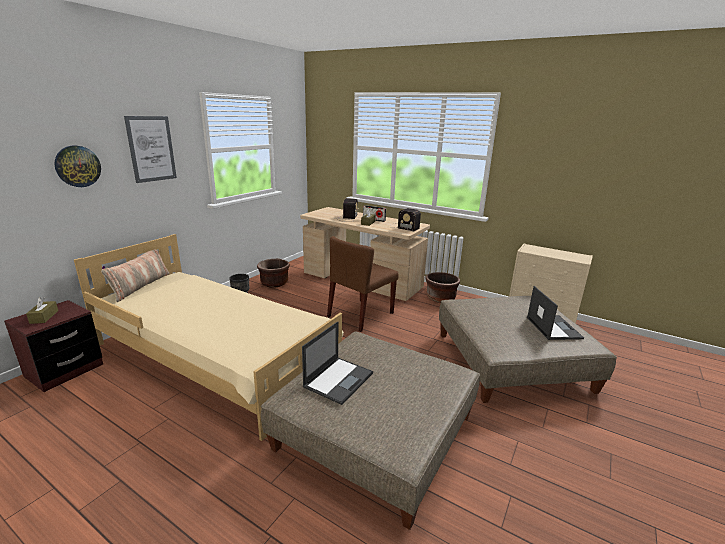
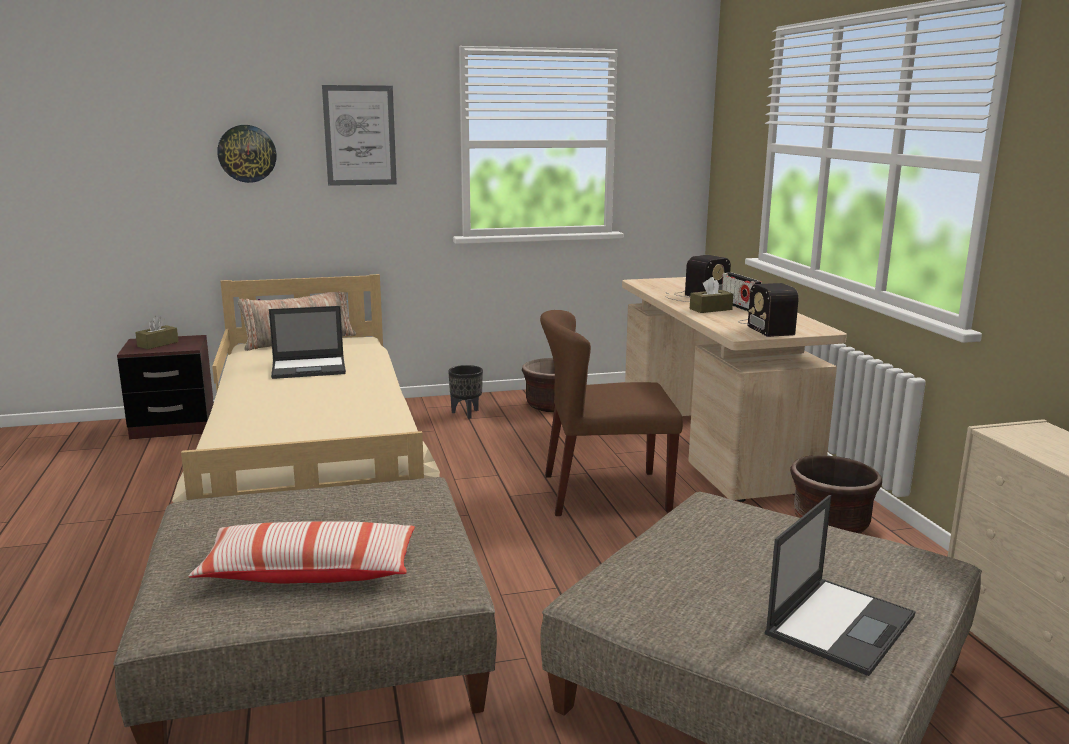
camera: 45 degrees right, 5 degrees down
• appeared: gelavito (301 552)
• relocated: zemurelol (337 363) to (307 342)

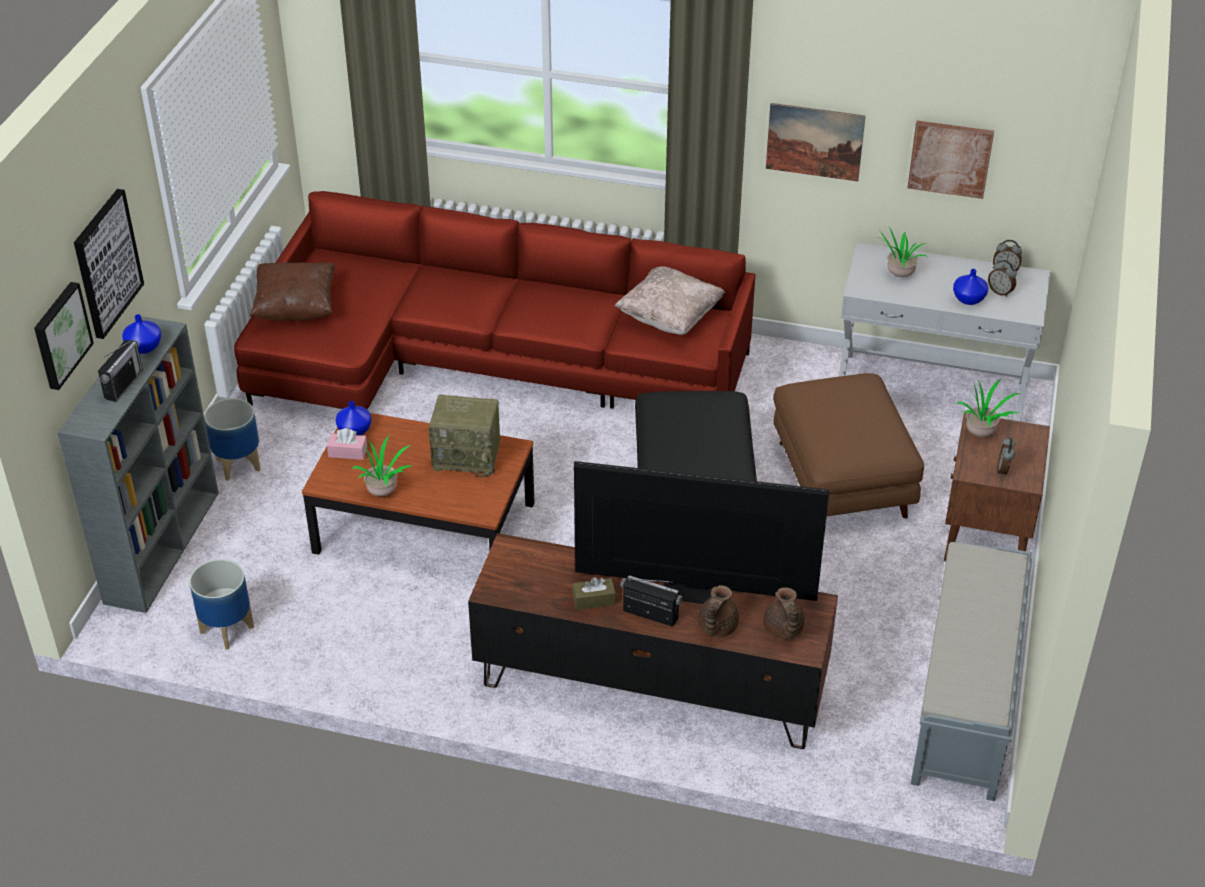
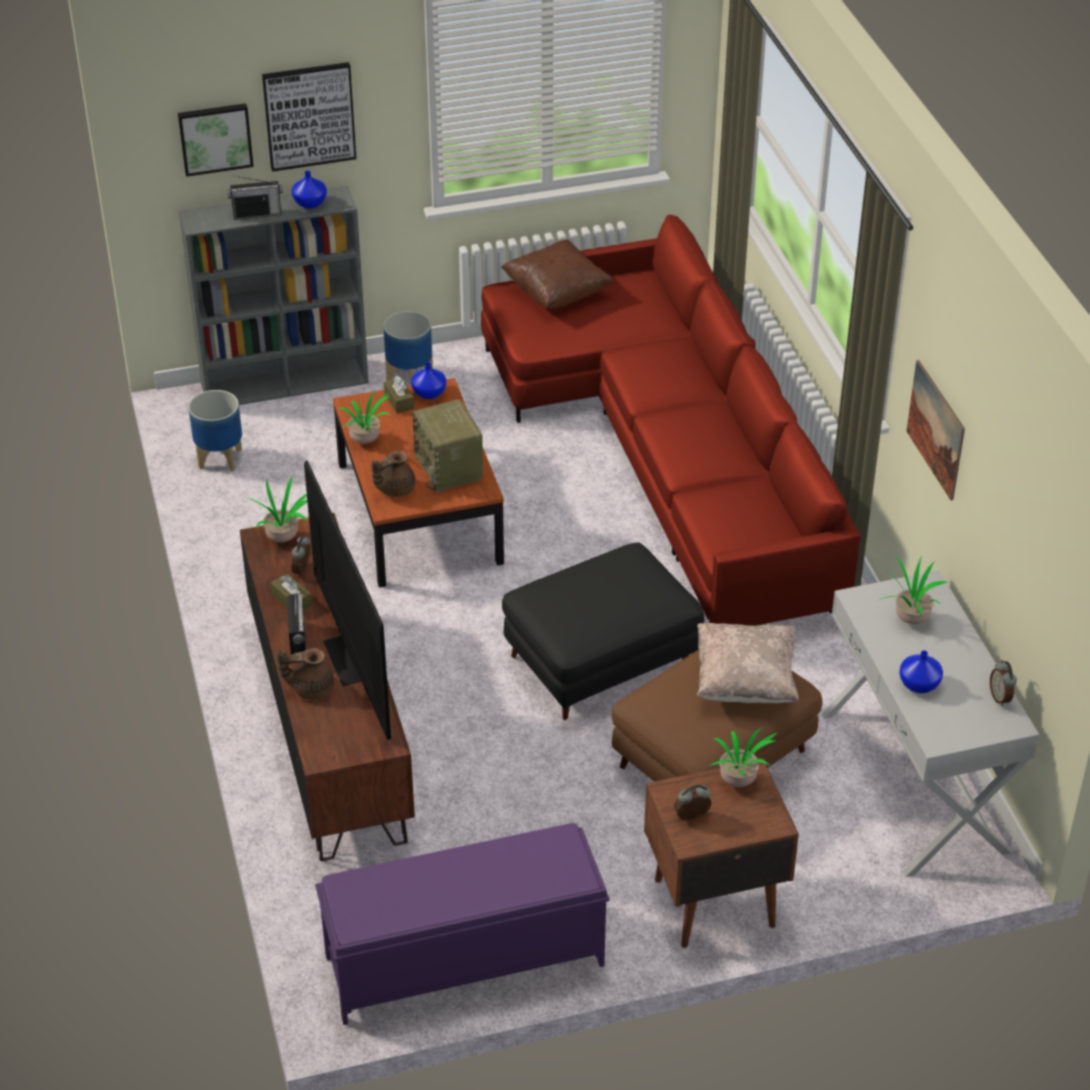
camera: 60 degrees right, 0 degrees up
• missing: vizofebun (950 160)
• appeared: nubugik (276 509)
• relocated: beige gelavito (669 301) to (748 663)
• relocated: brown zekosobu (783 613) to (393 473)
• relocated: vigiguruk (1002 278) to (301 556)
• colour: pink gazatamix (347 444) to brown gazatamix (399 394)
• colour: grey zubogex (971 671) to purple zubogex (462 924)

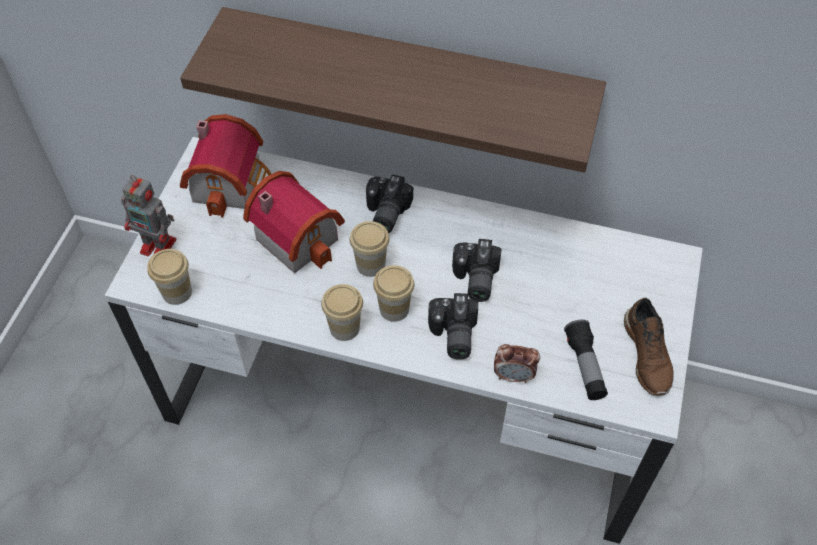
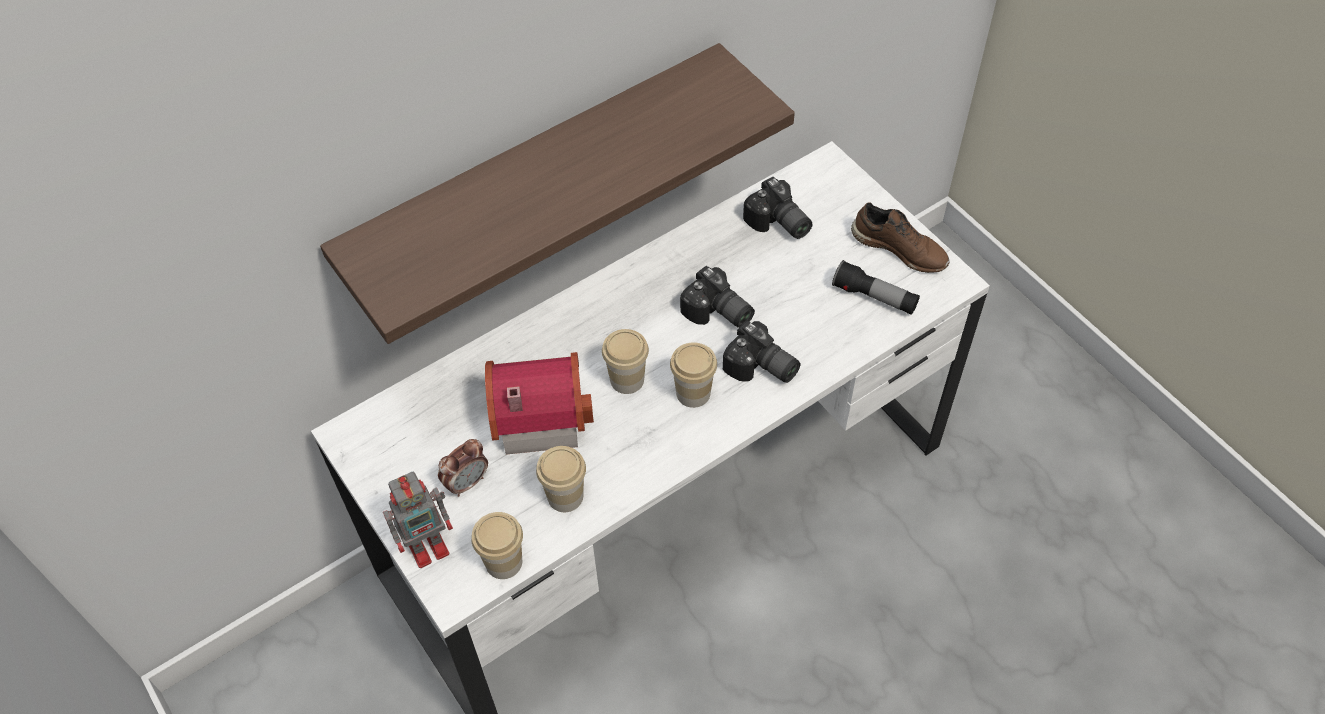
camera: 50 degrees left, 0 degrees up
• missing: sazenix (225 166)
• relocated: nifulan (342 312) to (561 479)
• relocated: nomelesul (389 203) to (778 208)
• relocated: vigiguruk (517 363) to (463 468)

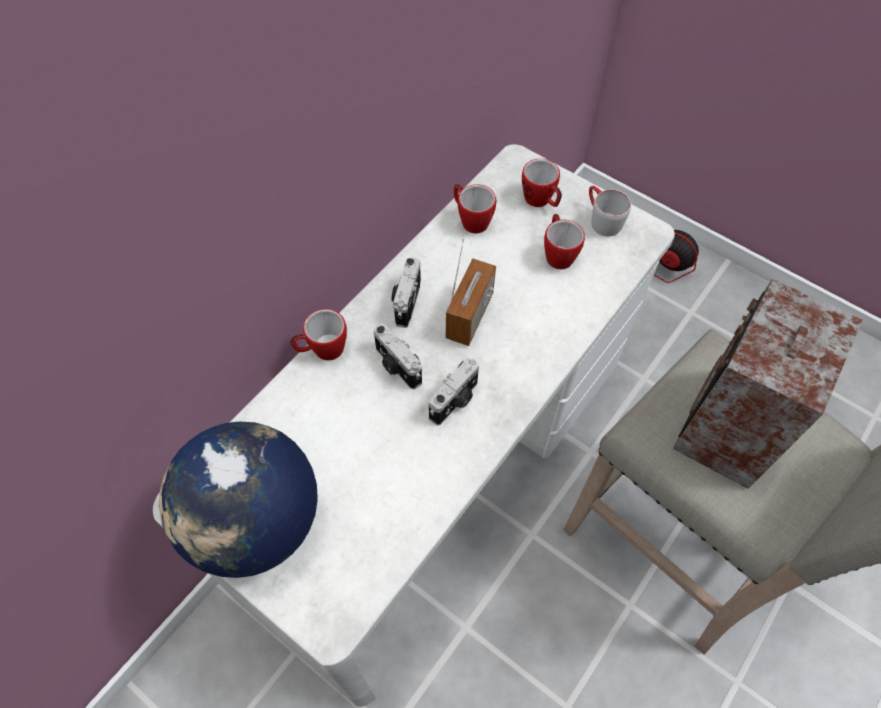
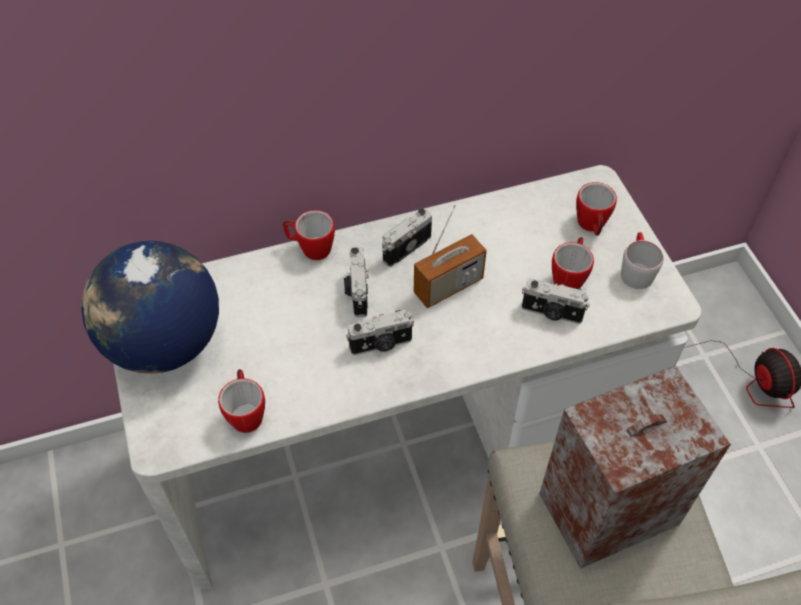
camera: 35 degrees right, 5 degrees down
• appeared: nomelesul (556 301)
• relocated: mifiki (475 209) to (241 401)

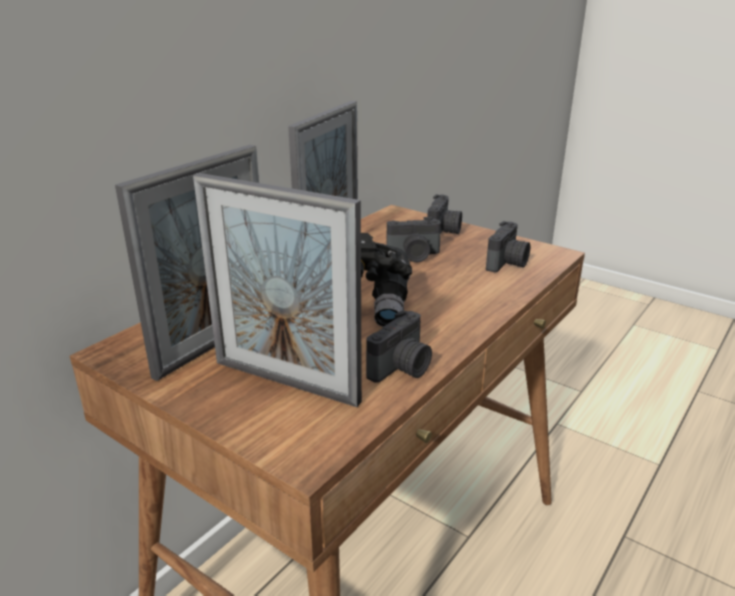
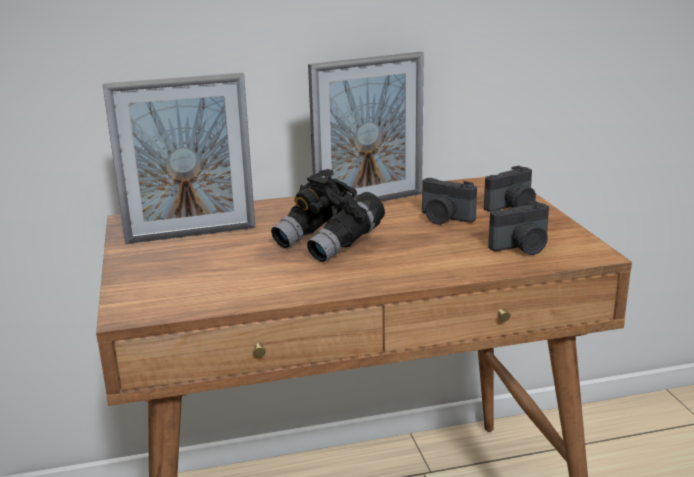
camera: 40 degrees right, 5 degrees down
• missing: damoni (277 290)
• missing: nomelesul (399 346)

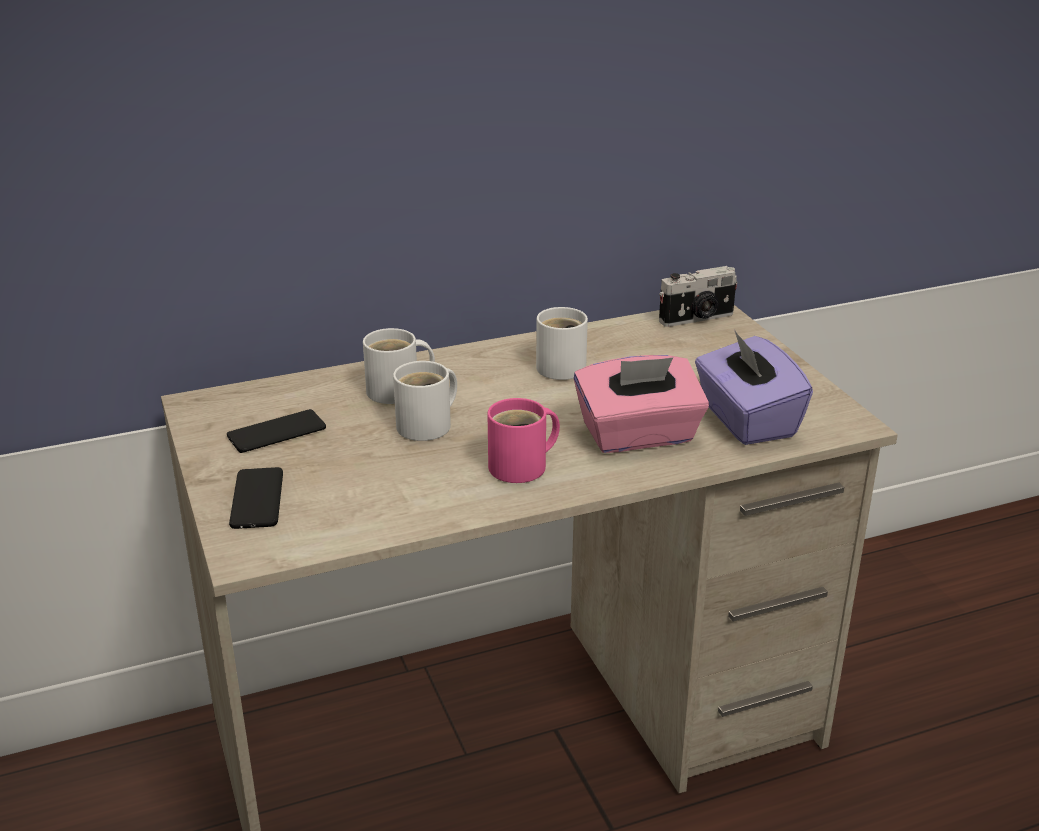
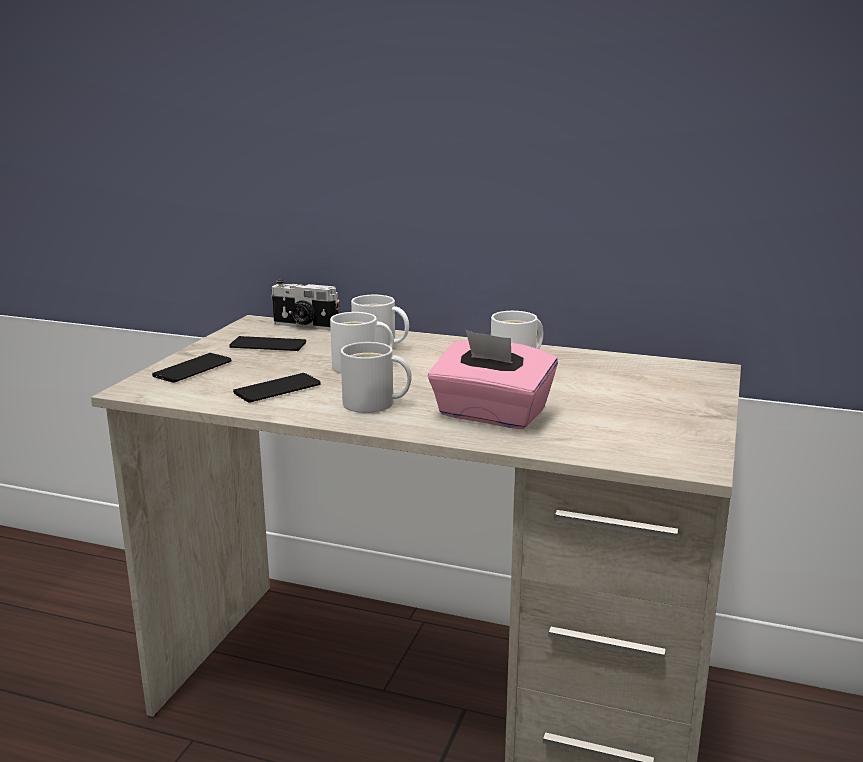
camera: 40 degrees right, 10 degrees down
• missing: purple gazatamix (754 387)
• appeared: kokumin (277 388)
• relocated: nomelesul (698 296) to (305 305)
• colour: pink mifiki (523 440) to white mifiki (376 377)

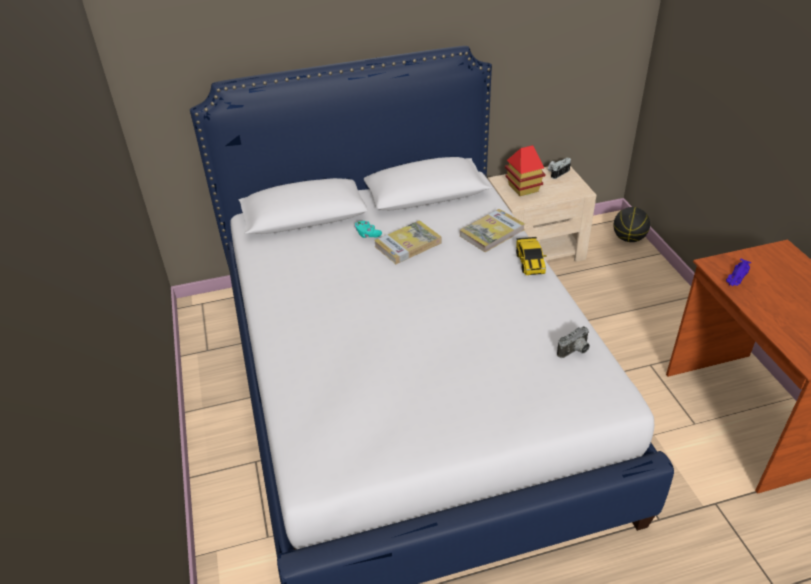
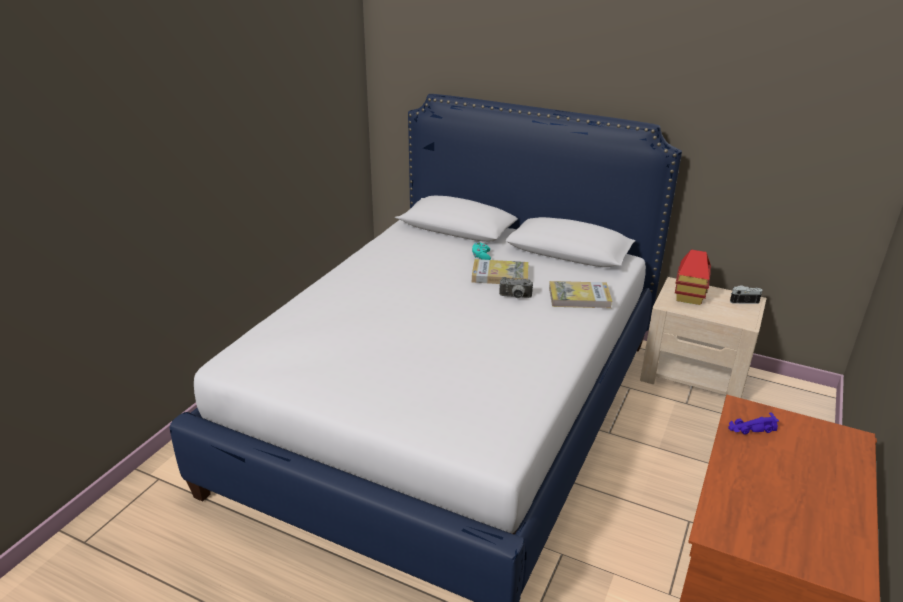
camera: 40 degrees right, 10 degrees down
• missing: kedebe (531 256)
• missing: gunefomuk (631 224)
• relocated: nomelesul (573 342) to (516 287)

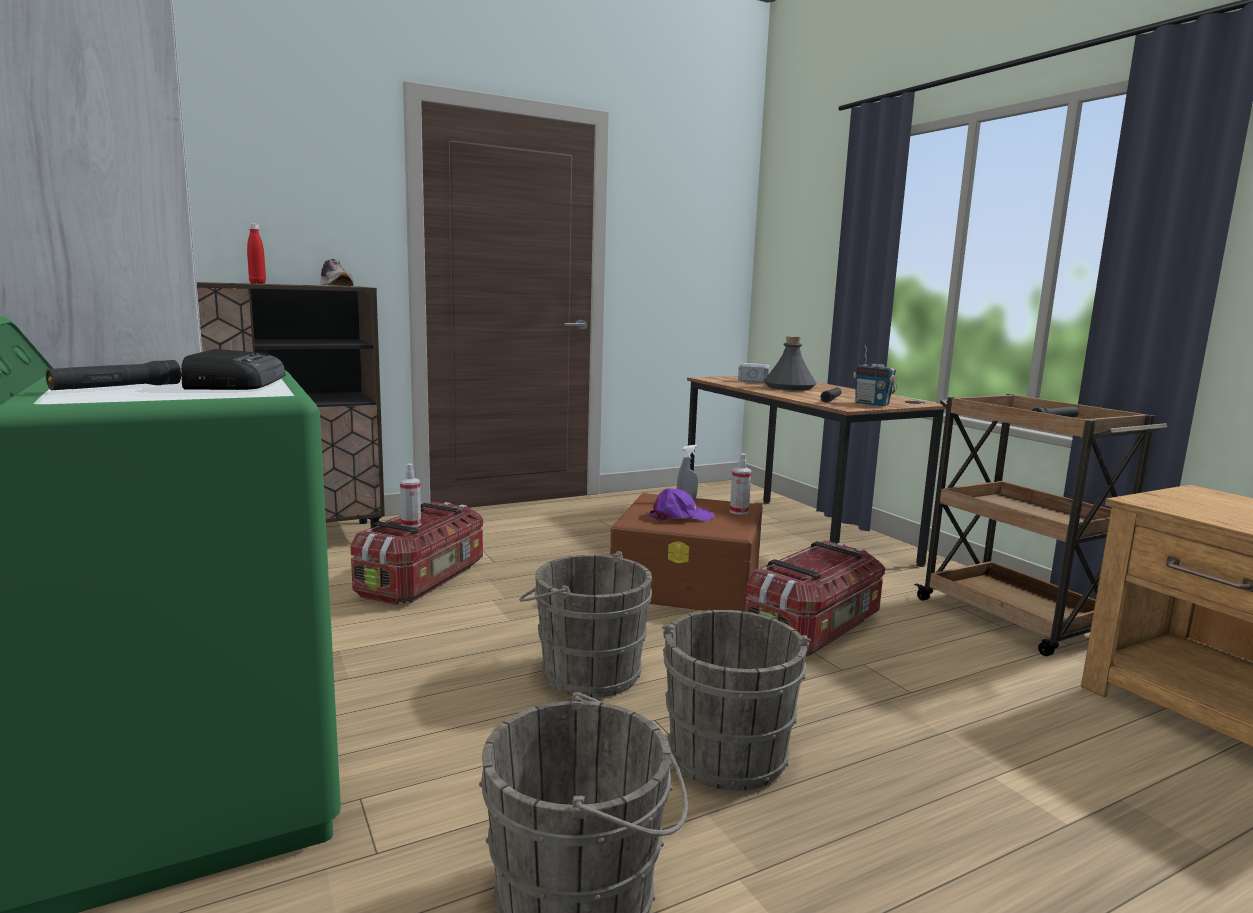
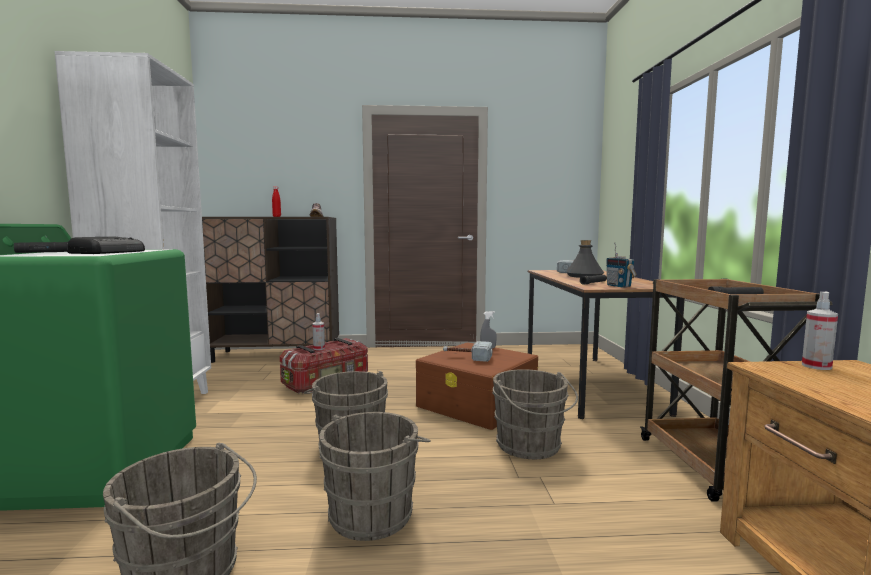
camera: 25 degrees right, 5 degrees down
• relocated: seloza (741 484) to (820 331)
• exchanged: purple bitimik (681 504) to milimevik (467 351)
• exchanged: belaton (815 598) to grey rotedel (535 414)

